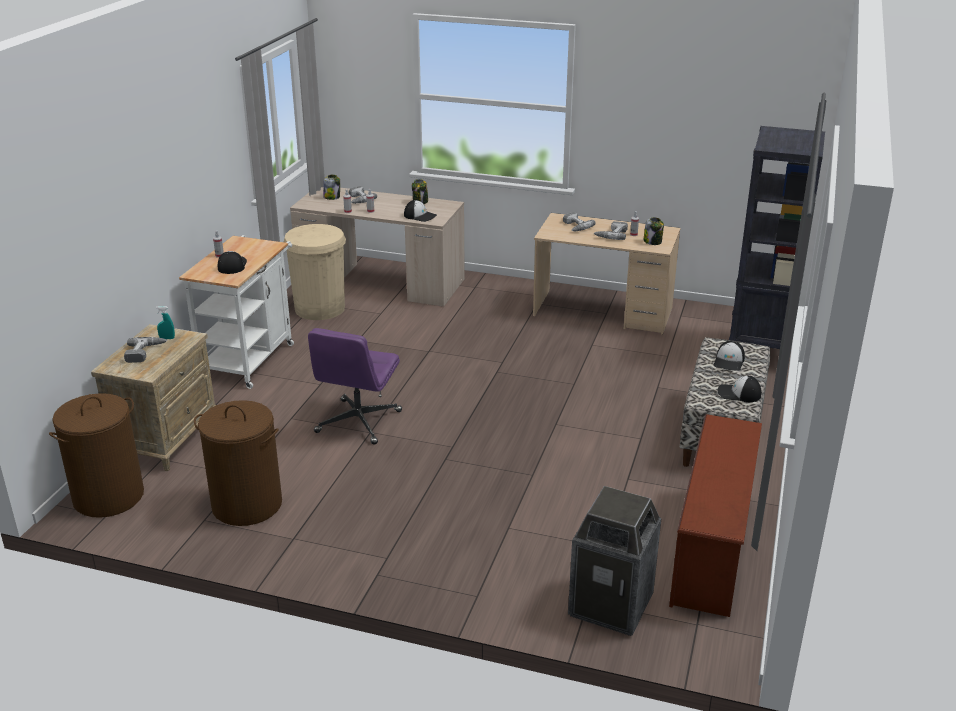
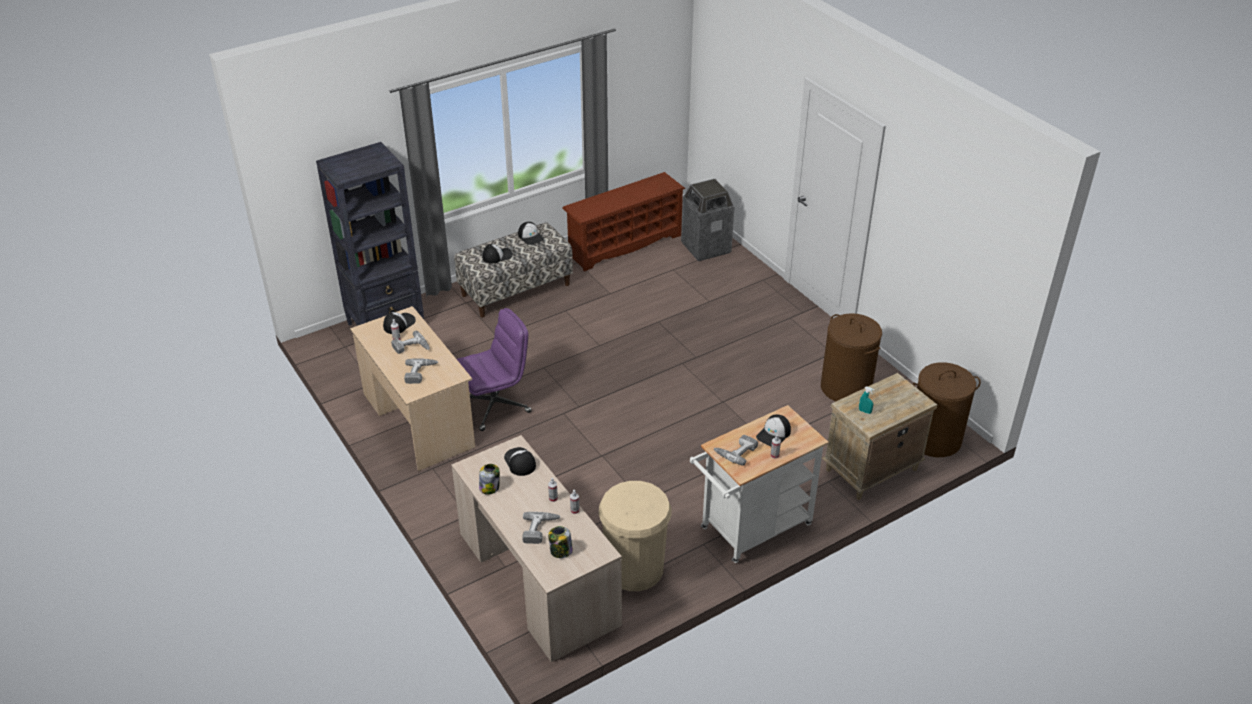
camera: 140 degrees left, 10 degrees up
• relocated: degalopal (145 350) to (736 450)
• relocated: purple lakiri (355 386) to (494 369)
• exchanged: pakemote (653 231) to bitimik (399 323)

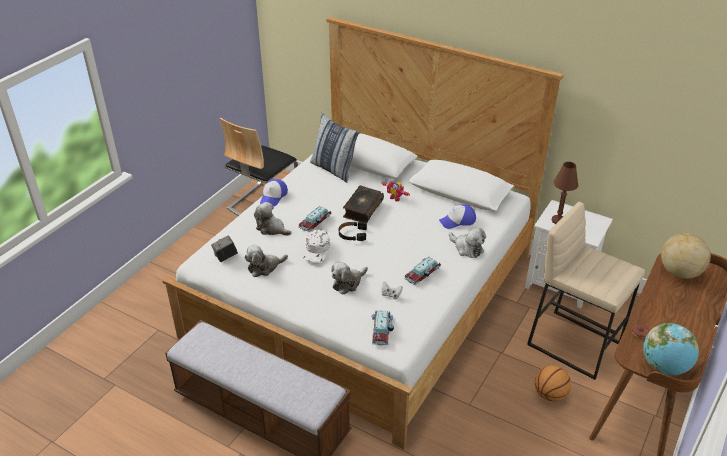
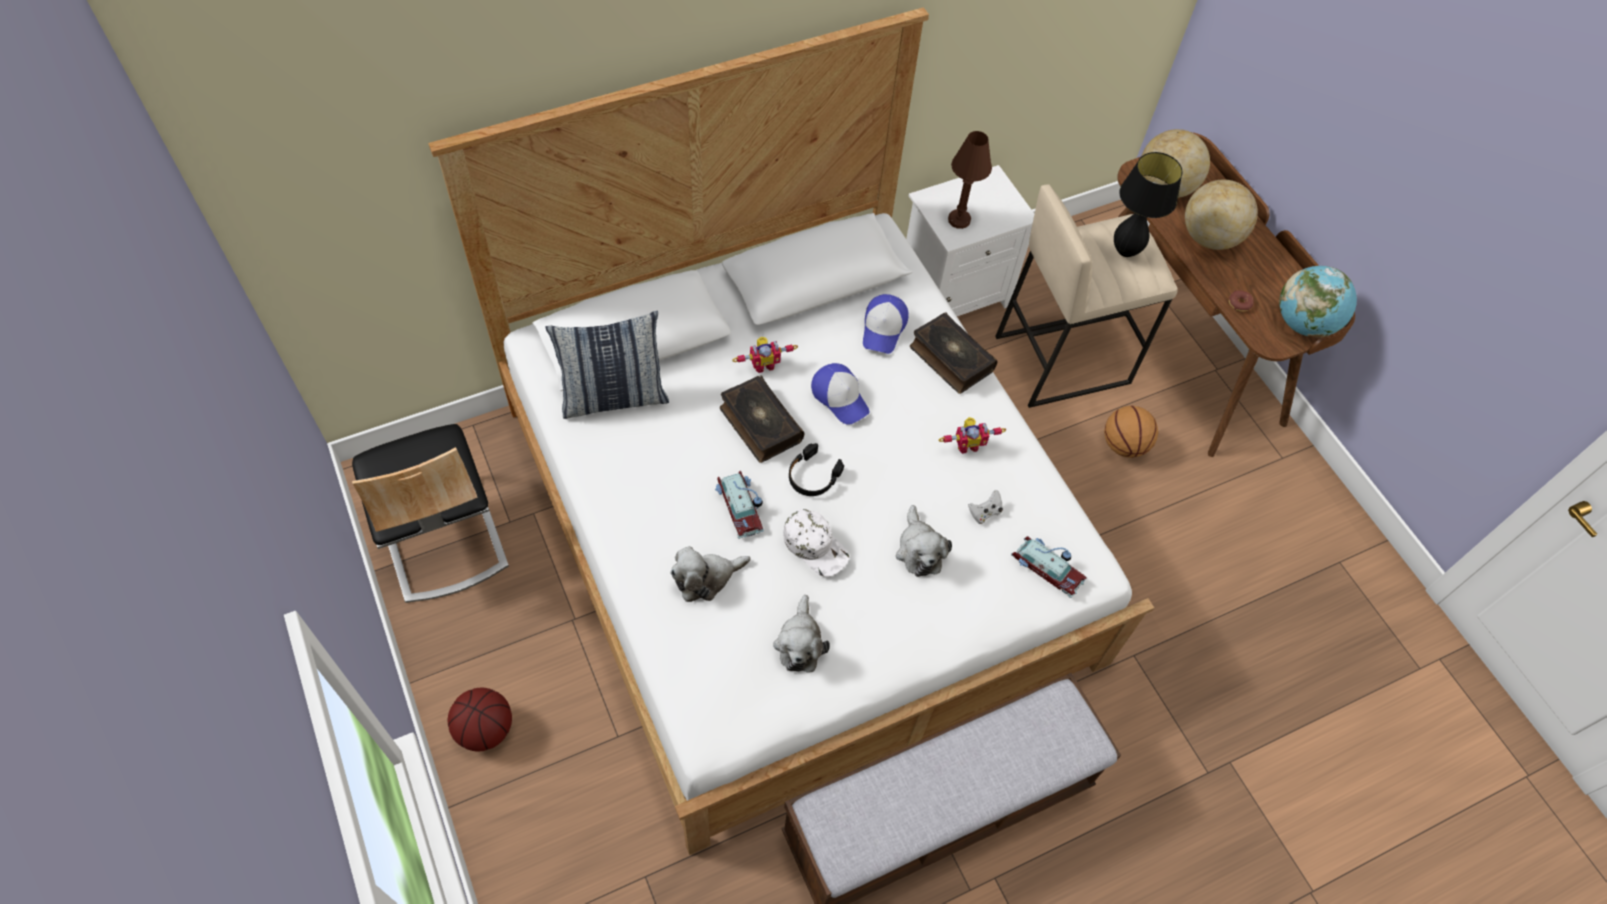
camera: 60 degrees left, 20 degrees up
• missing: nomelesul (224 248)
• appeared: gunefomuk (480 719)
• appeared: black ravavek (1148 204)
• appeared: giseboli (1221 214)
• relocated: bitimik (274 193) to (840 394)
• exchanged: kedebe (422 270) to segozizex (972 435)
• exchanged: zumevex (467 243) to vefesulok (953 353)

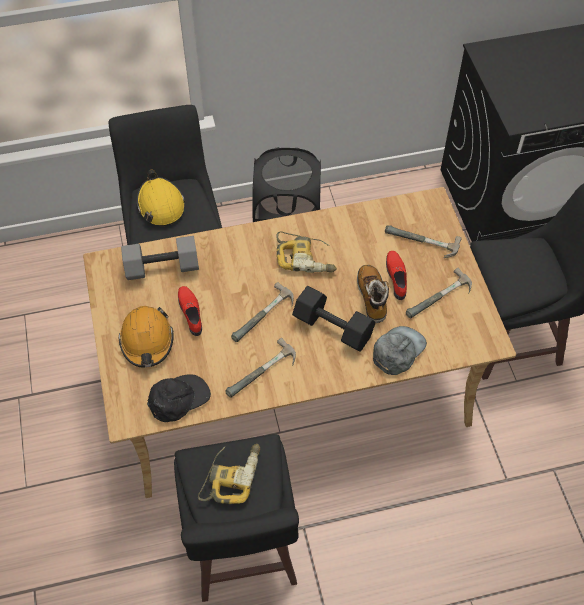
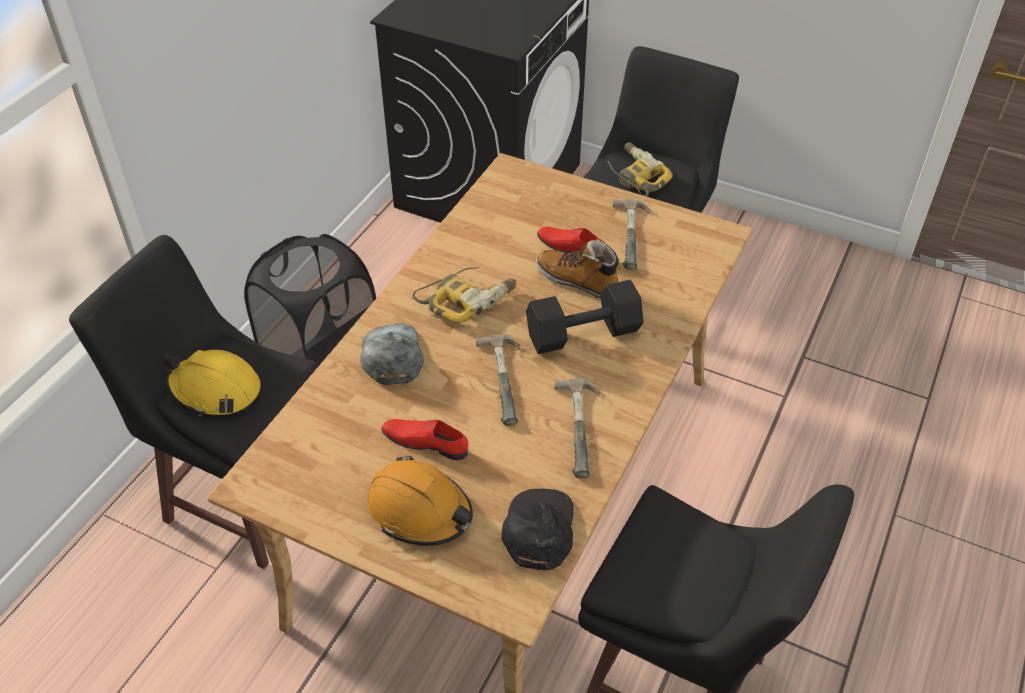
camera: 50 degrees left, 10 degrees down
• missing: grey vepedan (160 258)
• missing: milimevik (423 241)
• relocated: degalopal (229 474) to (640 169)
• relocated: grey bitimik (400 350) to (392 354)

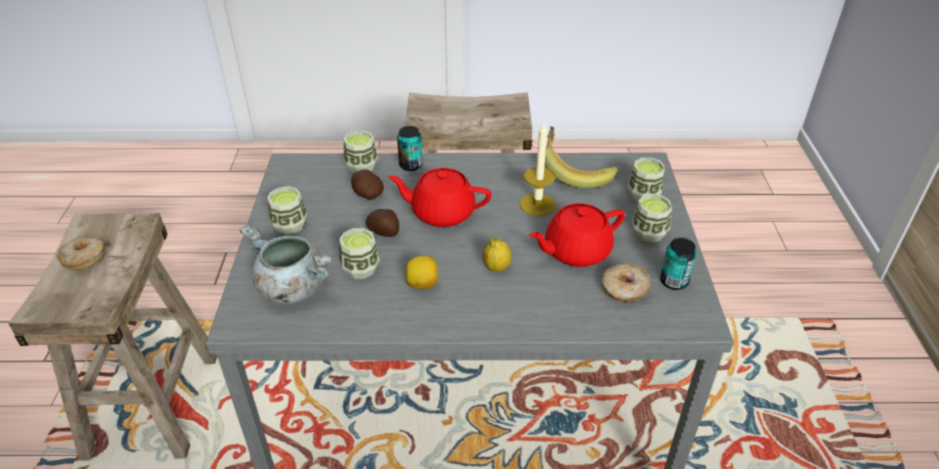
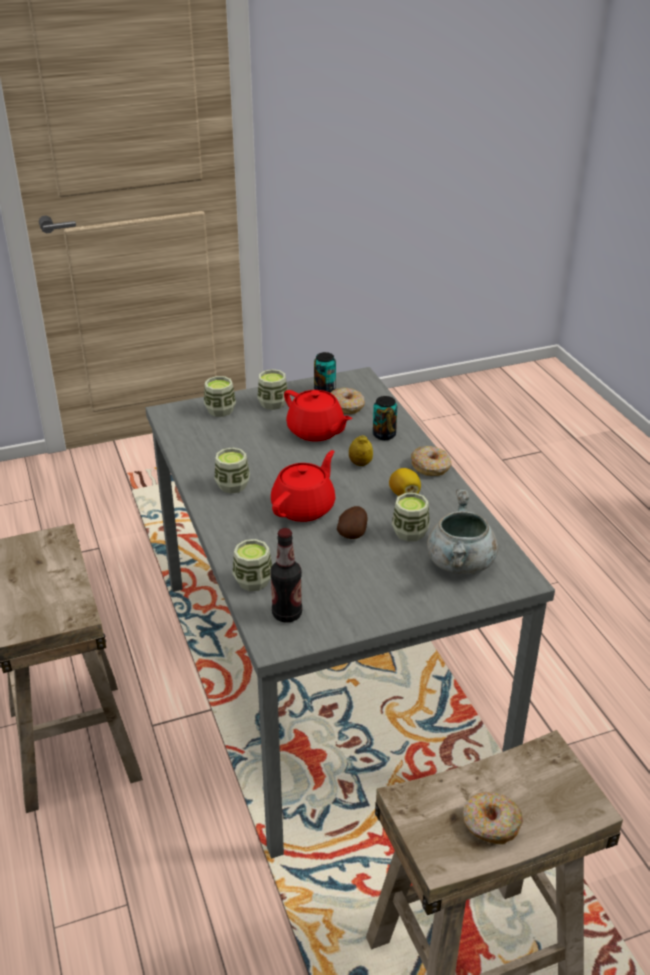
camera: 110 degrees left, 5 degrees down
• missing: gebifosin (367 185)
• missing: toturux (538 169)
• missing: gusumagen (581 157)
• appeared: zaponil (286 575)
• appeared: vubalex (431 461)
• relocated: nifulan (287 210) to (232 470)
• relocated: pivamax (410 148) to (385 418)
• spun: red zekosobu (439 197) = (303 486) 135 degrees counterclockwise

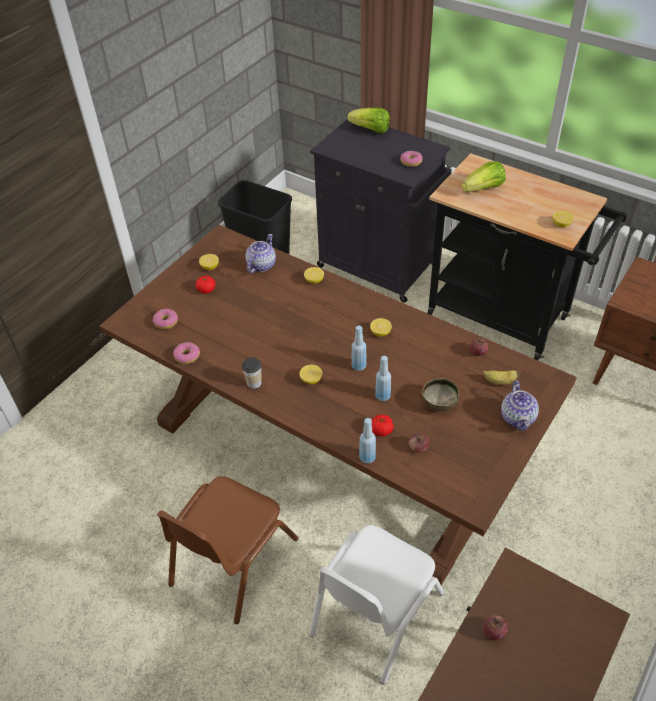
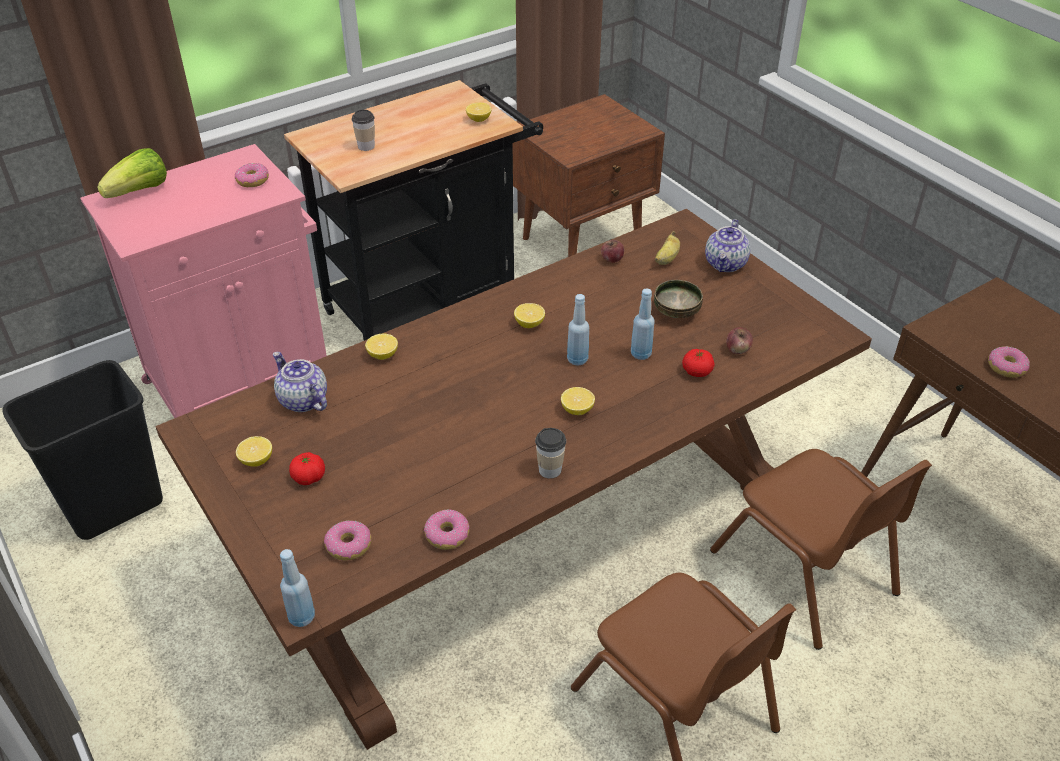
camera: 70 degrees left, 5 degrees down
• relocated: blue zaponil (367 441) to (297 588)
• exchanged: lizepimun (484 176) to nifulan (363 130)
• exchanged: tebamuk (495 628) to vubalex (1009 362)
• colour: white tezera (376 604) to brown tezera (821 549)
• colour: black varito (381 211) to pink varito (203 281)
• spun: zekosobu (520 405) = (728 245) 90 degrees clockwise

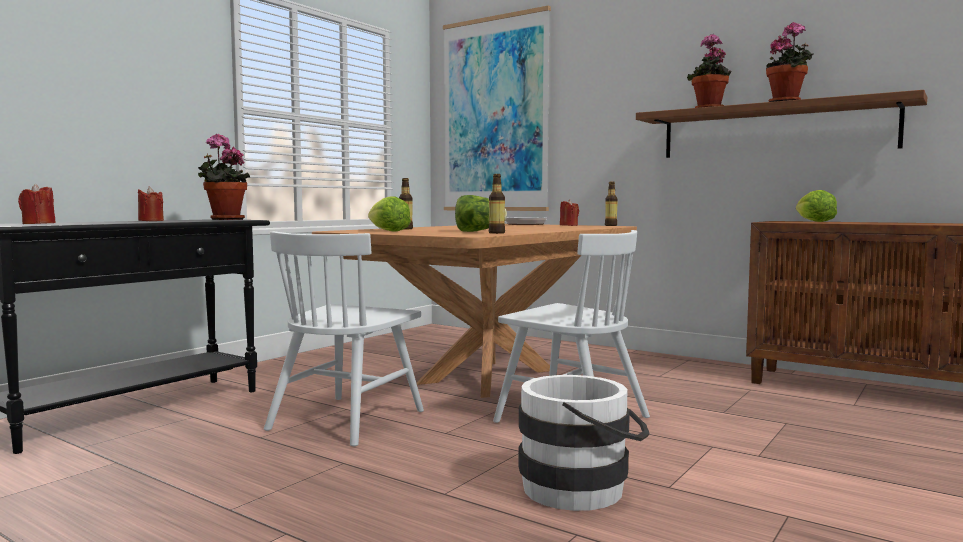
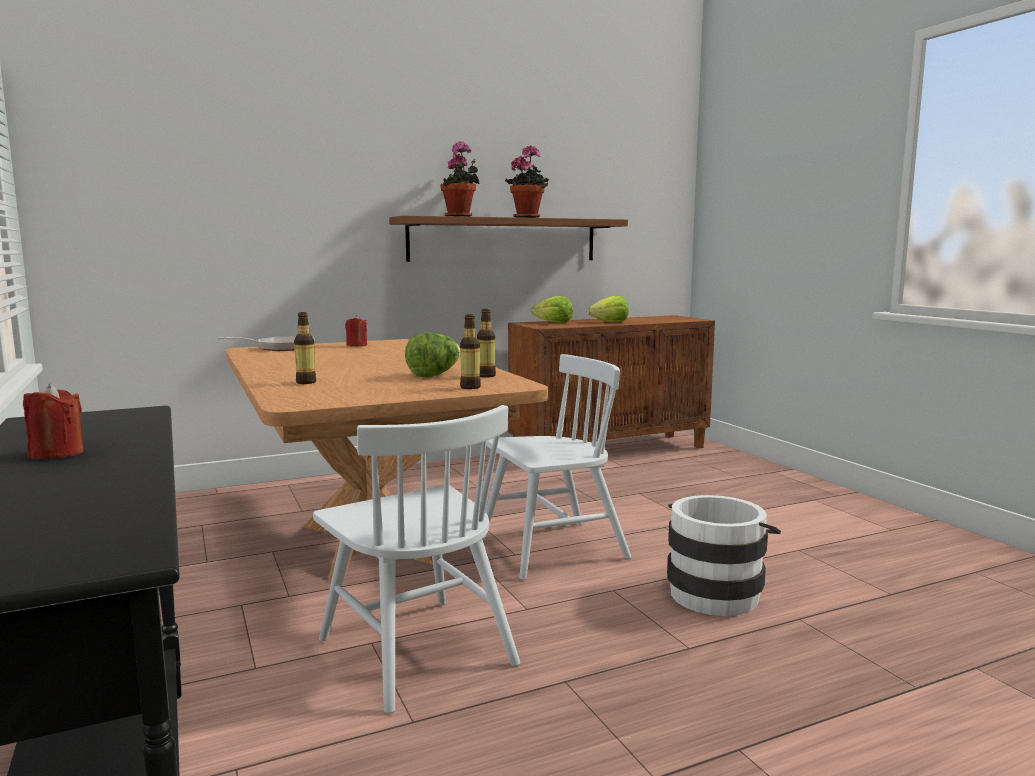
camera: 60 degrees left, 5 degrees up
• missing: red toturux (36 204)
• missing: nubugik (224 177)
• missing: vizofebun (497 108)
• relocated: lizepimun (389 214) to (608 309)
• relocated: zaponil (611 203) to (470 351)

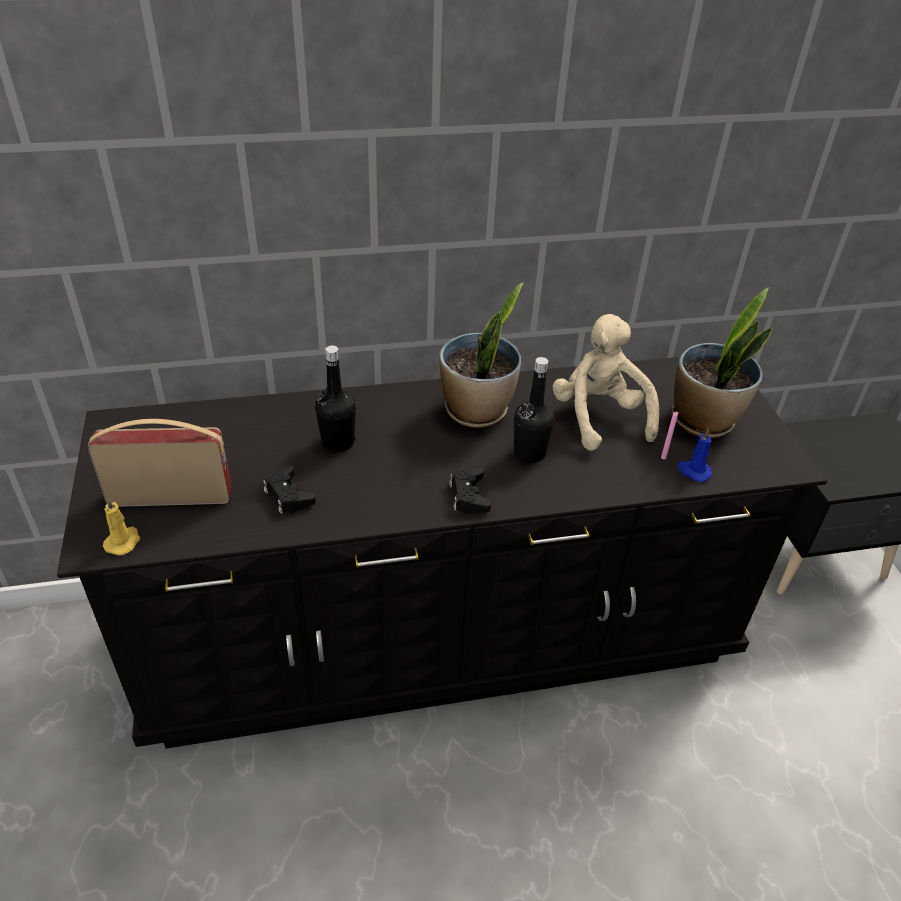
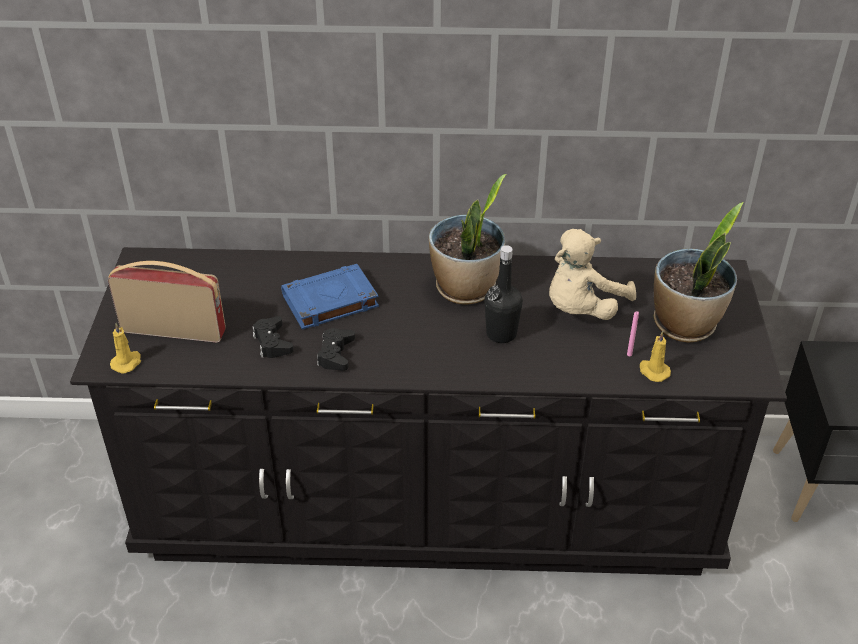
camera: 15 degrees right, 0 degrees up
• relocated: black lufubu (470 490) to (336 349)
• exchanged: black zaponil (335 399) to blue vefesulok (330 297)
• colour: blue toturux (694 455) to yellow toturux (655 356)
• spun: beige zumevex (605 382) = (592 274) 135 degrees counterclockwise

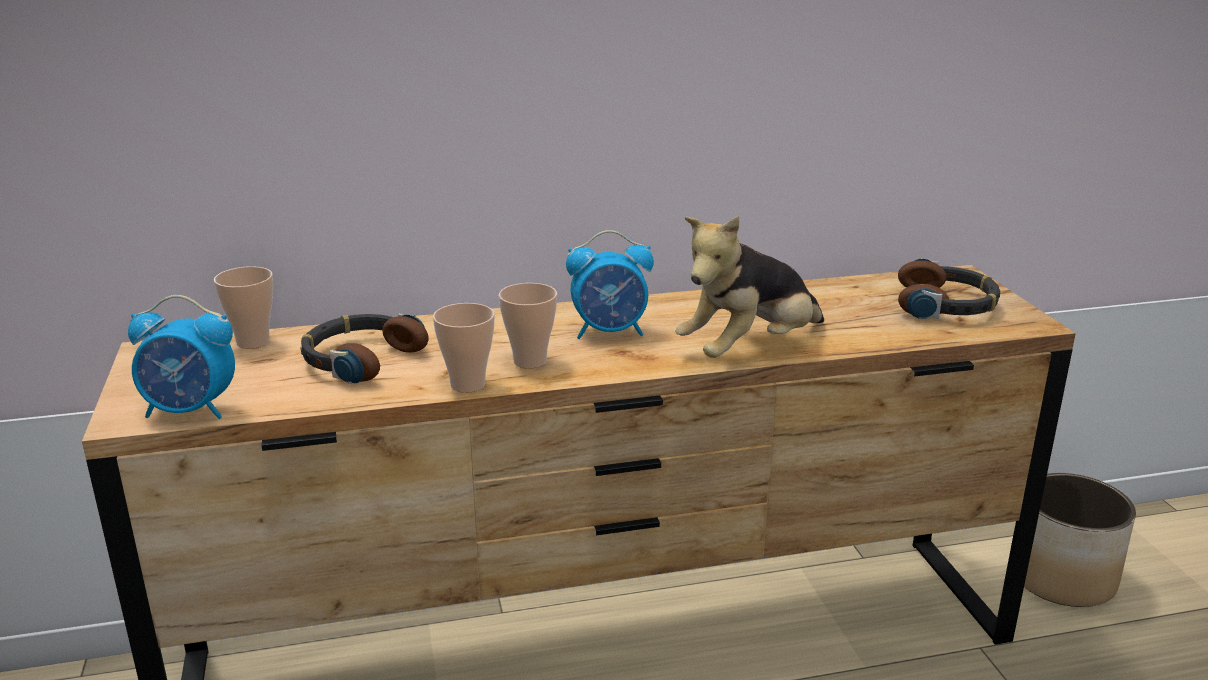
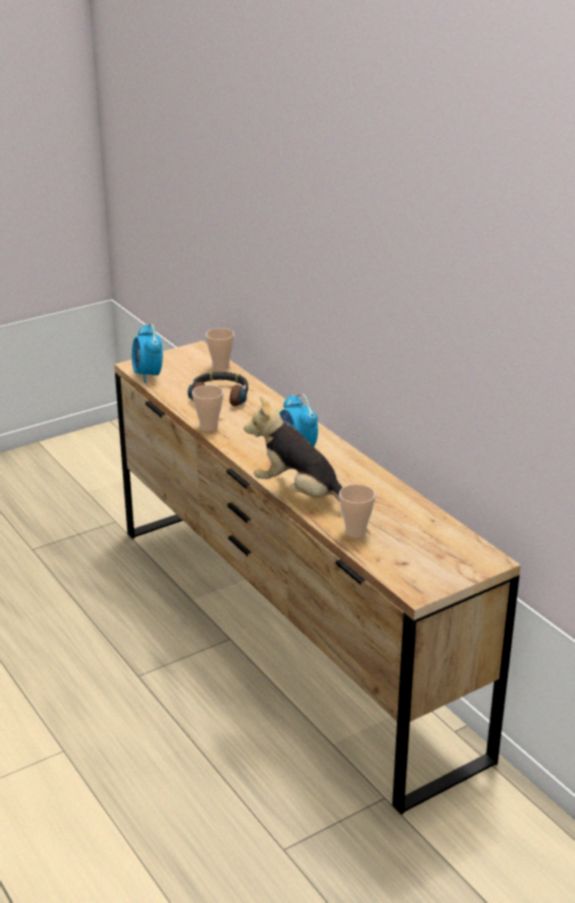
camera: 70 degrees right, 5 degrees up
• missing: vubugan (949 288)
• missing: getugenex (1080 540)
• relocated: nifulan (528 325) to (357 511)

